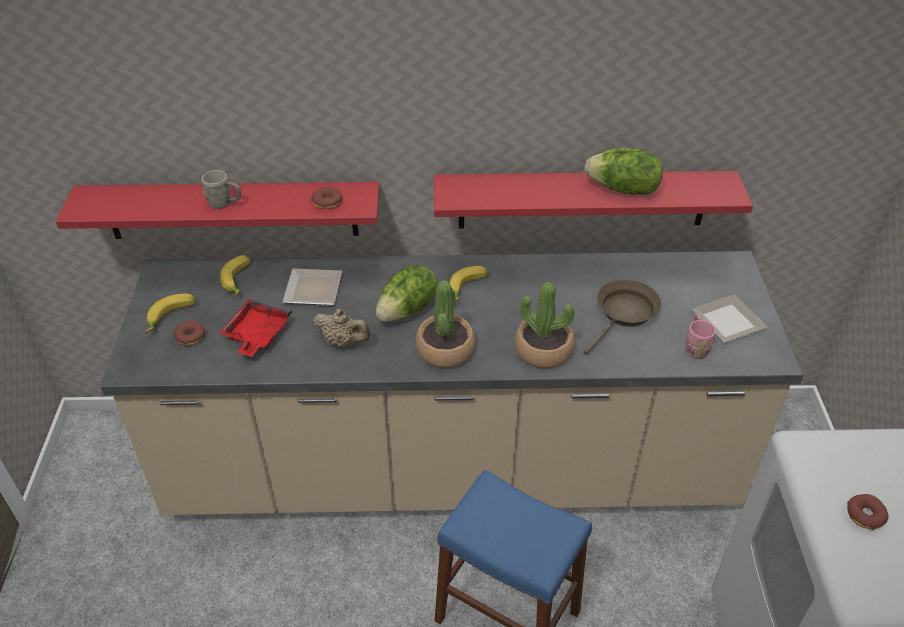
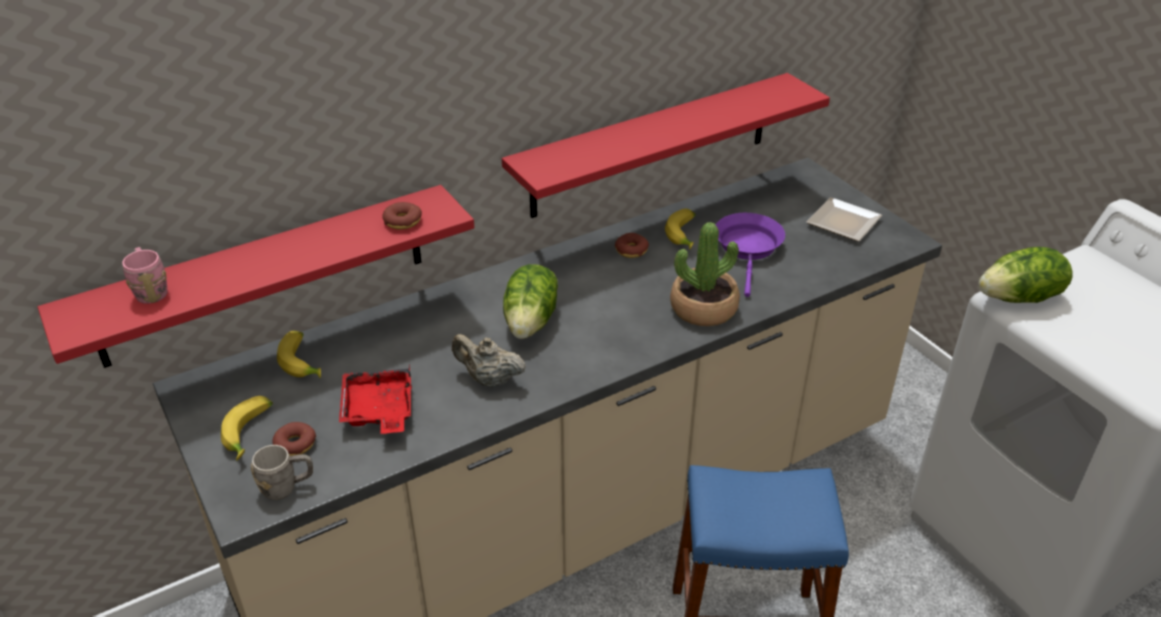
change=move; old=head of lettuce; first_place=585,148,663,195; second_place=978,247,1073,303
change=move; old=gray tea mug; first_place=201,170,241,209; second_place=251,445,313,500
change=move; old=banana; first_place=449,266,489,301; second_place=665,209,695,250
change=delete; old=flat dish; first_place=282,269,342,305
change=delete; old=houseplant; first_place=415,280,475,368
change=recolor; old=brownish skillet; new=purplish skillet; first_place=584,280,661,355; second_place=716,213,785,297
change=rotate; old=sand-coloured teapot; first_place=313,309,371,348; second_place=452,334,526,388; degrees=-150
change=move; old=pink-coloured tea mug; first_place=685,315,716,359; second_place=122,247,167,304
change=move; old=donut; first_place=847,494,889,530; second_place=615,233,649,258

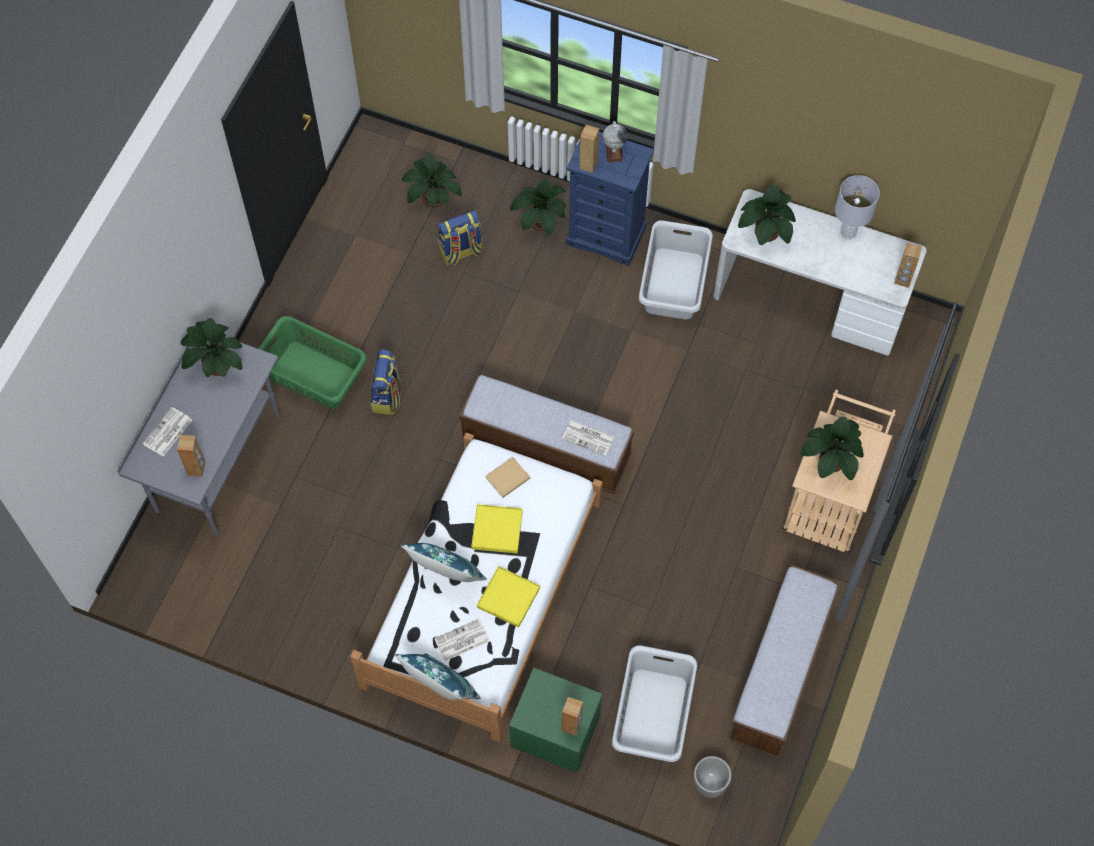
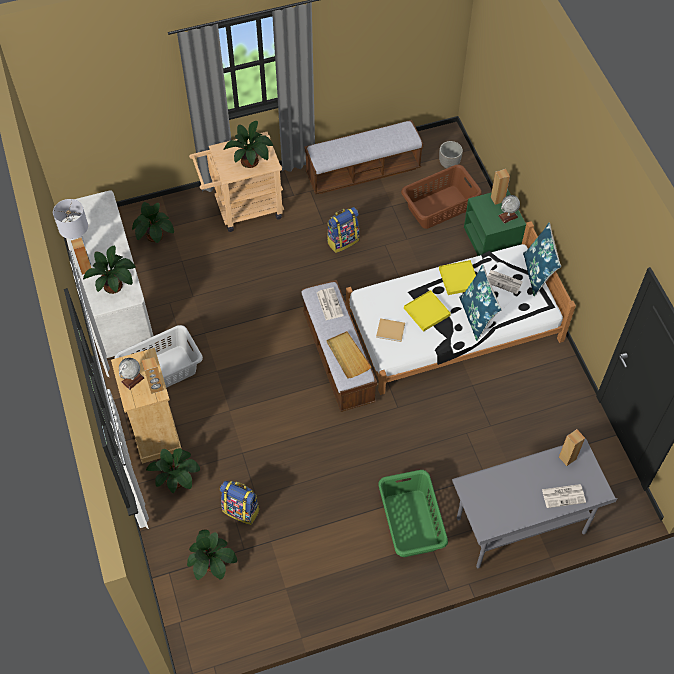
change=recolor; old=bluish drawer chest; new=sand-coloured drawer chest; first_place=566,131,654,266; second_place=111,348,182,464
change=move; old=brownish loudspeaker; first_place=894,242,922,288; second_place=71,237,91,275
change=move; old=houseplant; first_place=181,318,243,377; second_place=132,202,174,243
change=move; old=backpack; first_place=369,349,404,415; second_place=327,207,360,253
change=recolor; old=gray laundry basket; new=brownish laundry basket; first_place=612,645,697,762; second_place=401,165,482,229
change=insert; new=desk globe; second_place=498,195,520,224
change=insert; new=sand-coloured tray; second_place=326,331,371,379

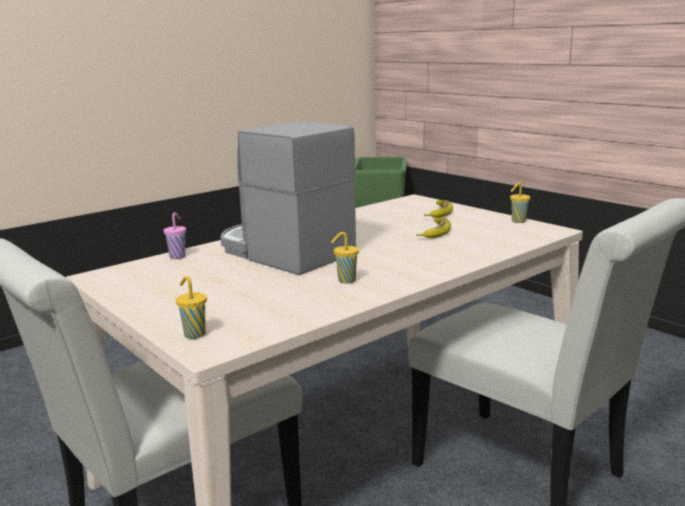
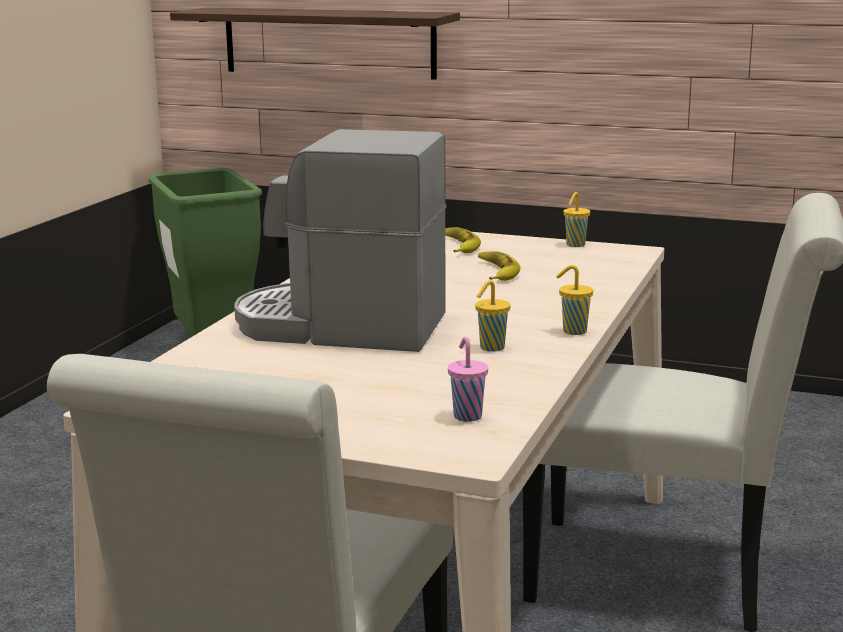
change=move; old=pink-coloured small cup; first_place=163,212,186,259; second_place=448,337,488,422
change=move; old=yellow small cup; first_place=176,276,207,339; second_place=556,265,593,335
change=insert; new=wall shelf; second_place=170,7,460,80

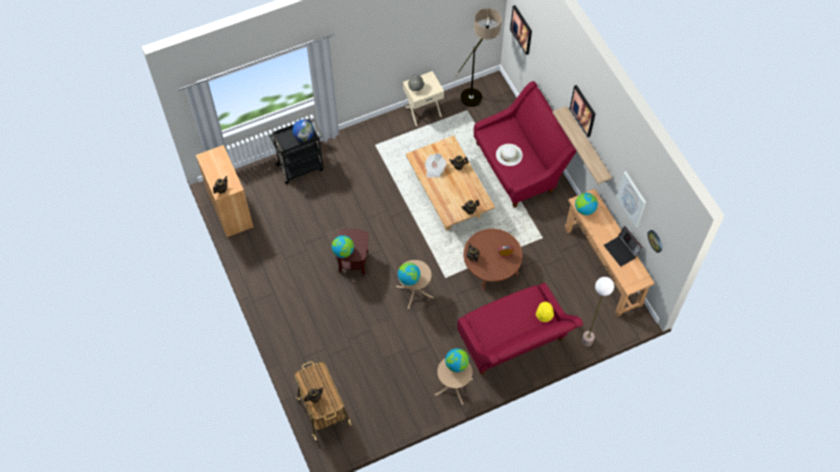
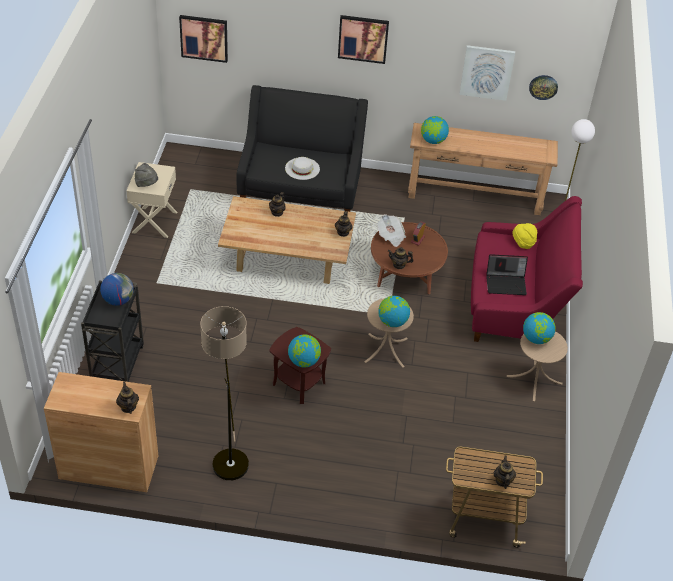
change=move; old=standard lamp; first_place=455,8,502,107; second_place=200,306,249,480
change=recolor; old=red-coloured couch; new=black couch; first_place=474,81,577,208; second_place=236,85,368,212
change=delete; old=wall shelf; first_place=552,106,612,184
change=move; old=printed paper; first_place=425,153,446,178; second_place=377,214,406,247
change=move; old=laptop; first_place=604,226,642,267; second_place=486,254,528,295

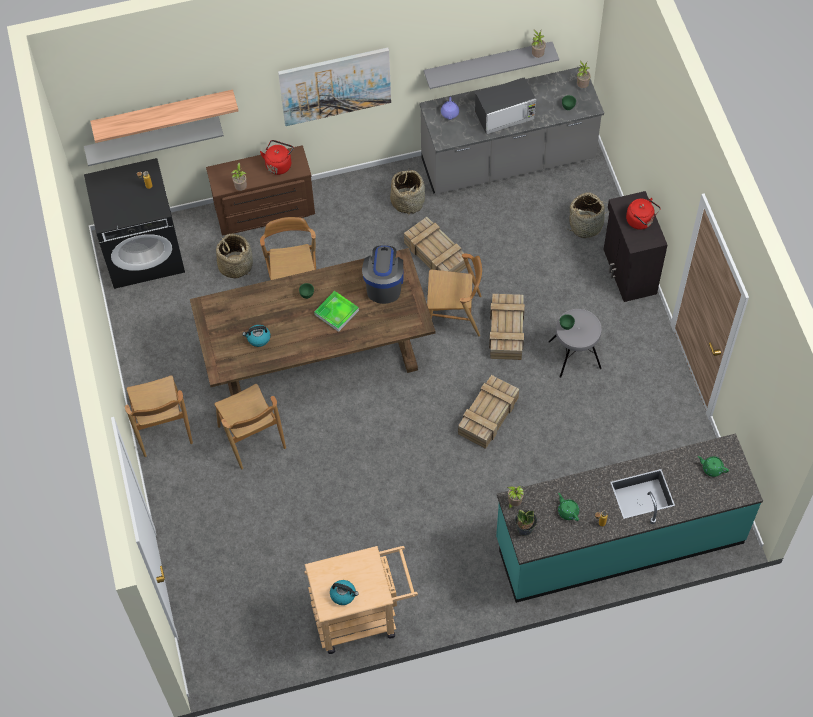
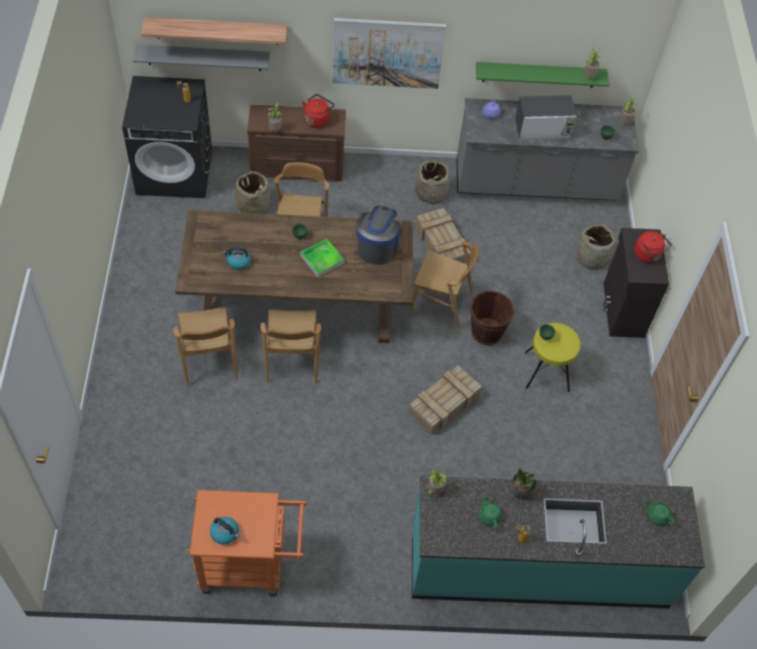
change=recolor; old=gray wall shelf; new=greenish wall shelf; first_place=424,42,559,89; second_place=476,62,609,88
change=replace; old=shipping crate; new=brownish bucket; first_place=489,294,525,360; second_place=471,291,515,345
change=recolor; old=gray sitting stool; new=yellow sitting stool; first_place=548,309,602,378; second_place=525,323,580,392
change=move; old=brownish plain chair; first_place=125,375,193,457; second_place=261,309,321,384
change=move; old=houseplant; first_place=515,510,537,536; second_place=512,468,536,500
change=recolor; old=sand-coloured wheeled cart; new=orange-coloured wheeled cart; first_place=305,546,418,654; second_place=188,490,307,597

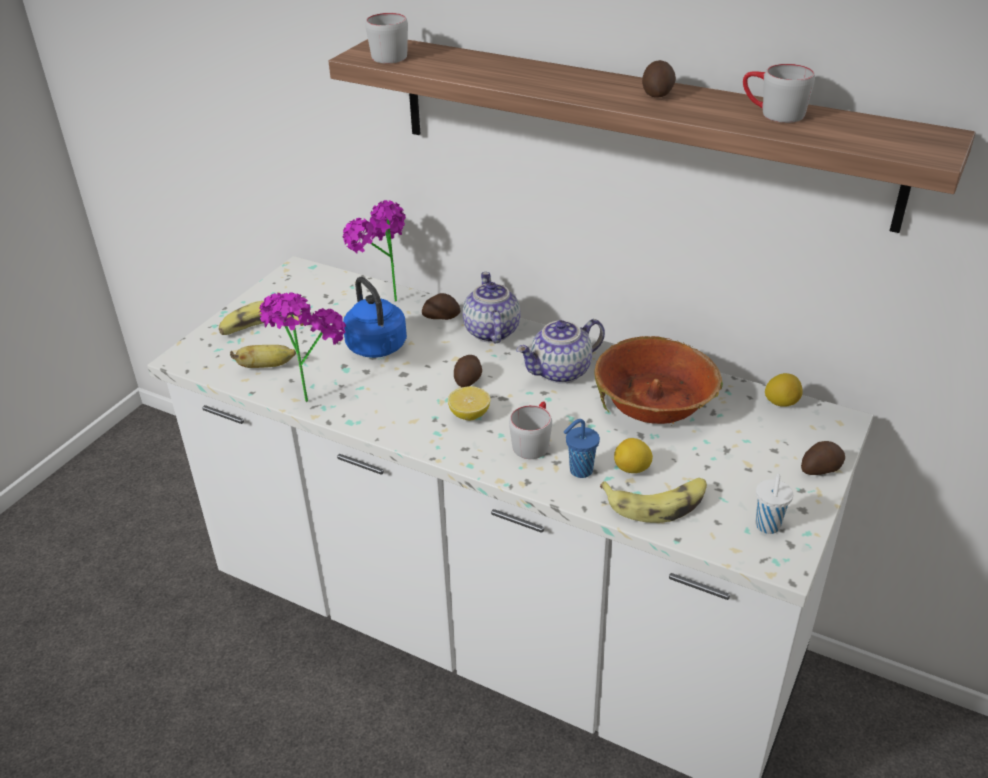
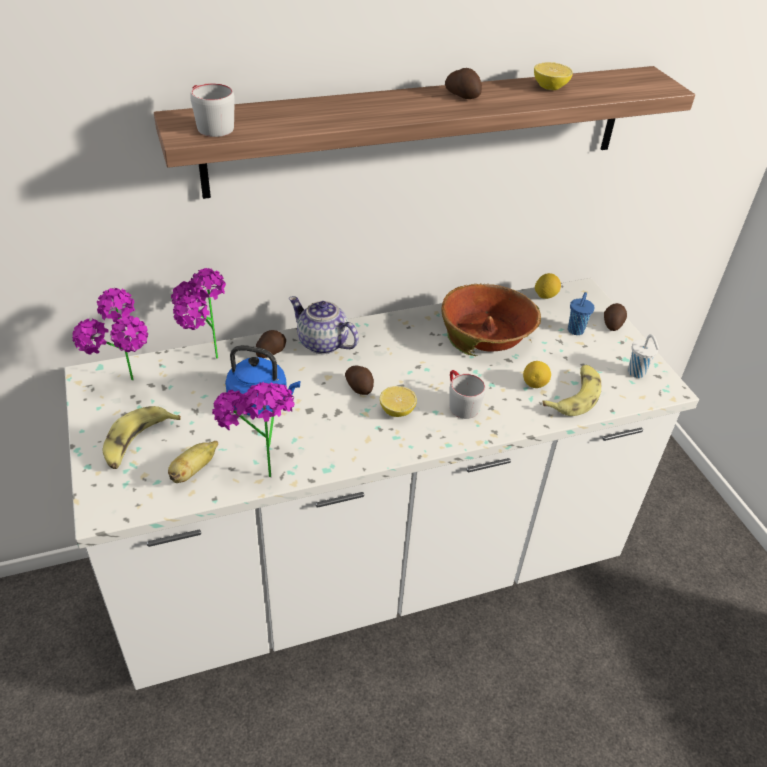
change=replace; old=gray tea mug; new=lemon; first_place=743,64,815,123; second_place=534,62,573,90
change=delete; old=teapot; first_place=516,319,605,384
change=move; old=bluish small cup; first_place=564,419,600,478; second_place=568,292,595,335
change=insert; new=houseplant; second_place=72,288,148,380

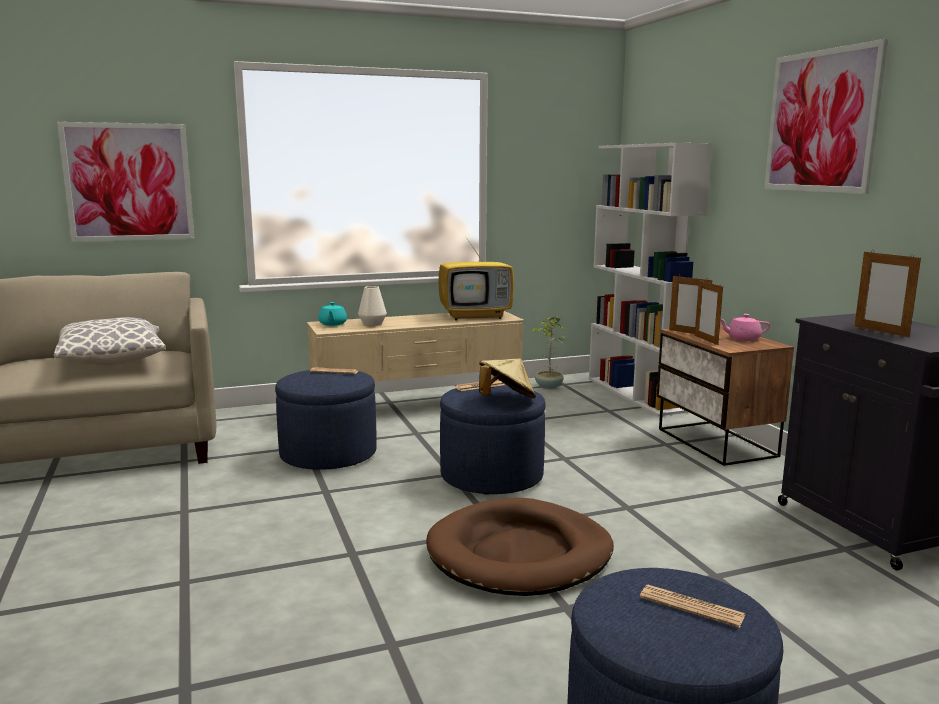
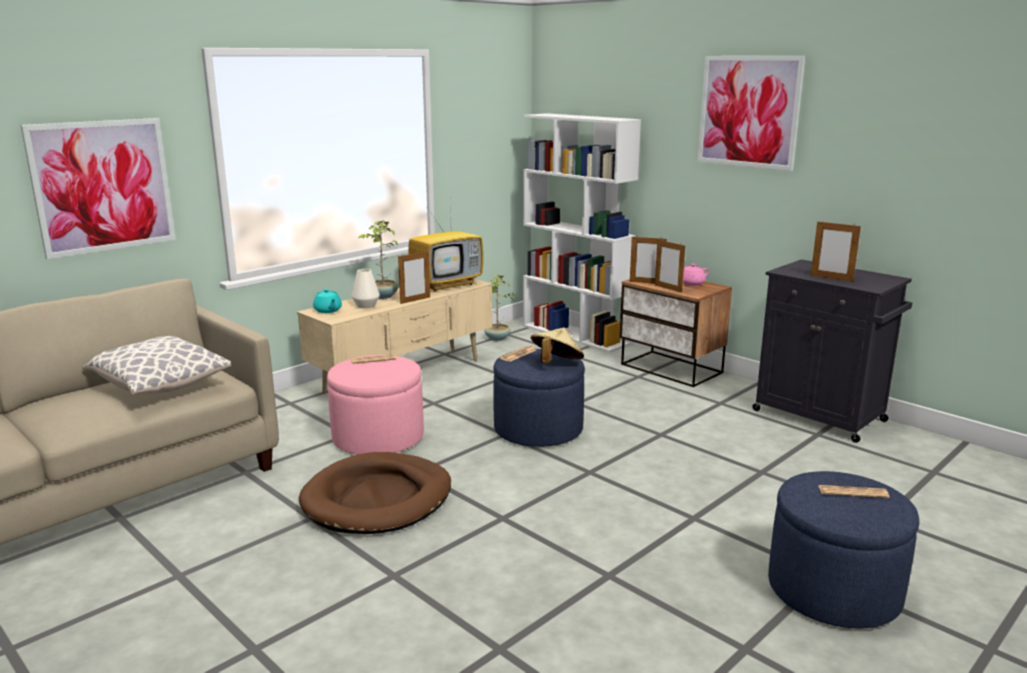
change=recolor; old=bluish footrest; new=pink-coloured footrest; first_place=275,368,377,470; second_place=327,355,424,455
change=move; old=brownish dog bed; first_place=426,498,614,596; second_place=299,452,451,534
change=insert; new=houseplant; second_place=358,220,398,299
change=insert; new=photo frame; second_place=398,250,430,304

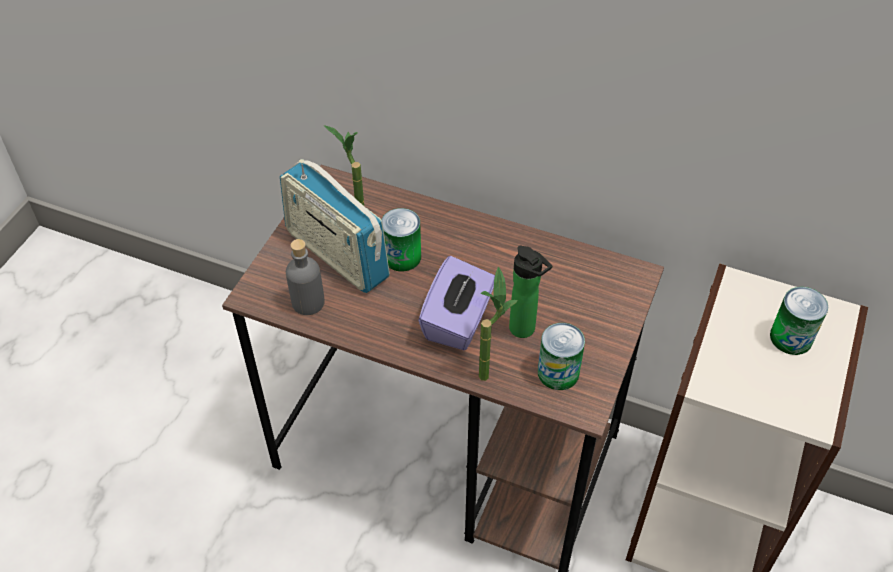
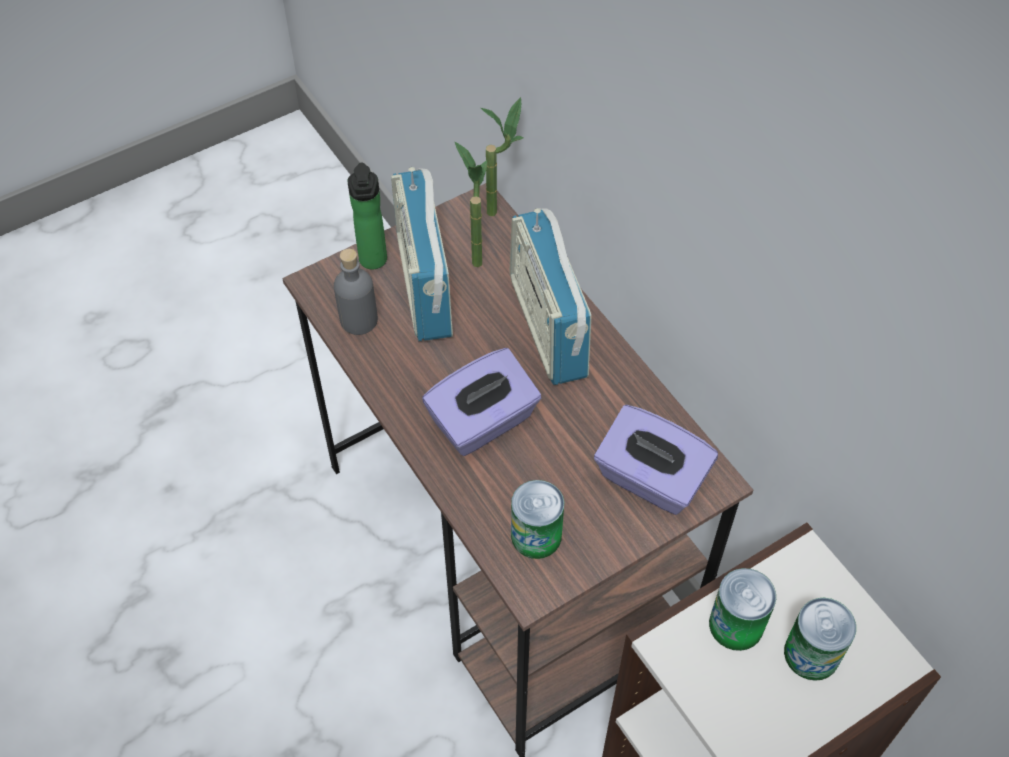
change=move; old=metal can; first_place=382,208,421,271; second_place=709,568,776,651
change=move; old=bottle; first_place=509,246,552,338; second_place=347,162,387,269
change=move; old=houseplant; first_place=479,266,518,381; second_place=481,97,523,216
change=insert; new=radio set; second_place=509,208,591,385
change=insert; new=purplish tissue holder; second_place=594,405,718,515

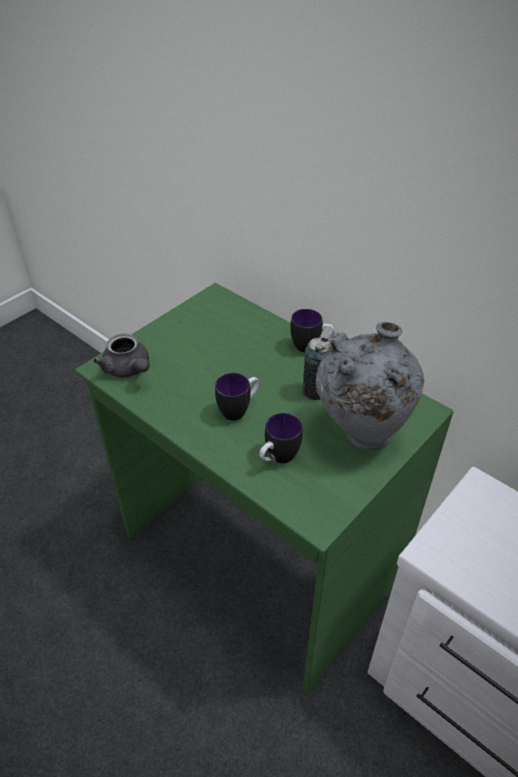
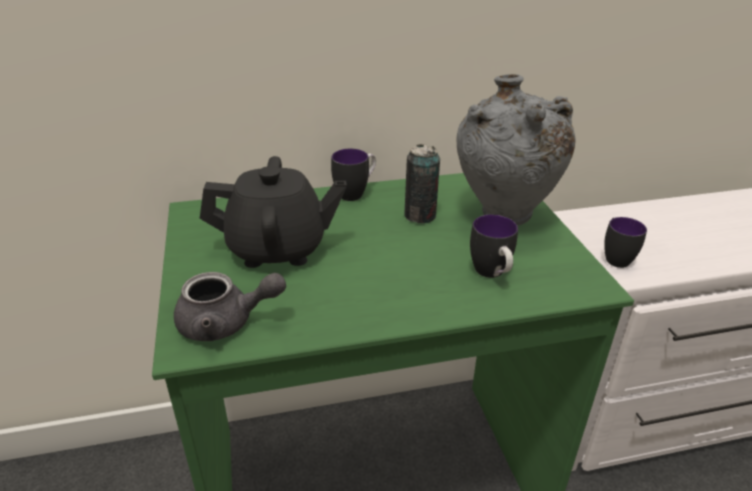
change=move; old=tea mug; first_place=215,373,260,421; second_place=604,217,647,268
change=insert; new=black teapot; second_place=200,156,347,268

